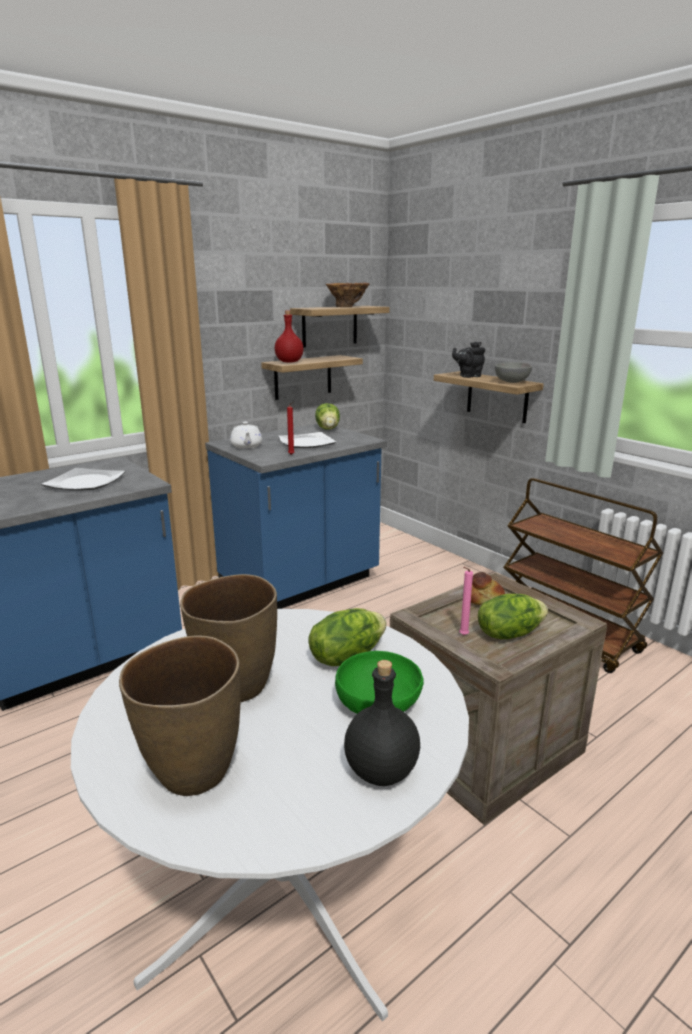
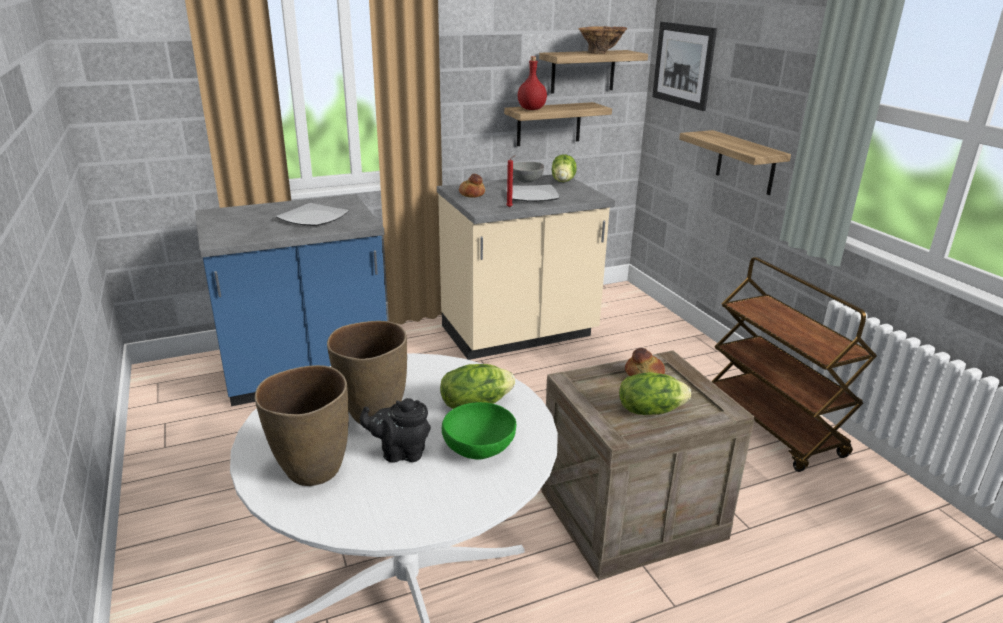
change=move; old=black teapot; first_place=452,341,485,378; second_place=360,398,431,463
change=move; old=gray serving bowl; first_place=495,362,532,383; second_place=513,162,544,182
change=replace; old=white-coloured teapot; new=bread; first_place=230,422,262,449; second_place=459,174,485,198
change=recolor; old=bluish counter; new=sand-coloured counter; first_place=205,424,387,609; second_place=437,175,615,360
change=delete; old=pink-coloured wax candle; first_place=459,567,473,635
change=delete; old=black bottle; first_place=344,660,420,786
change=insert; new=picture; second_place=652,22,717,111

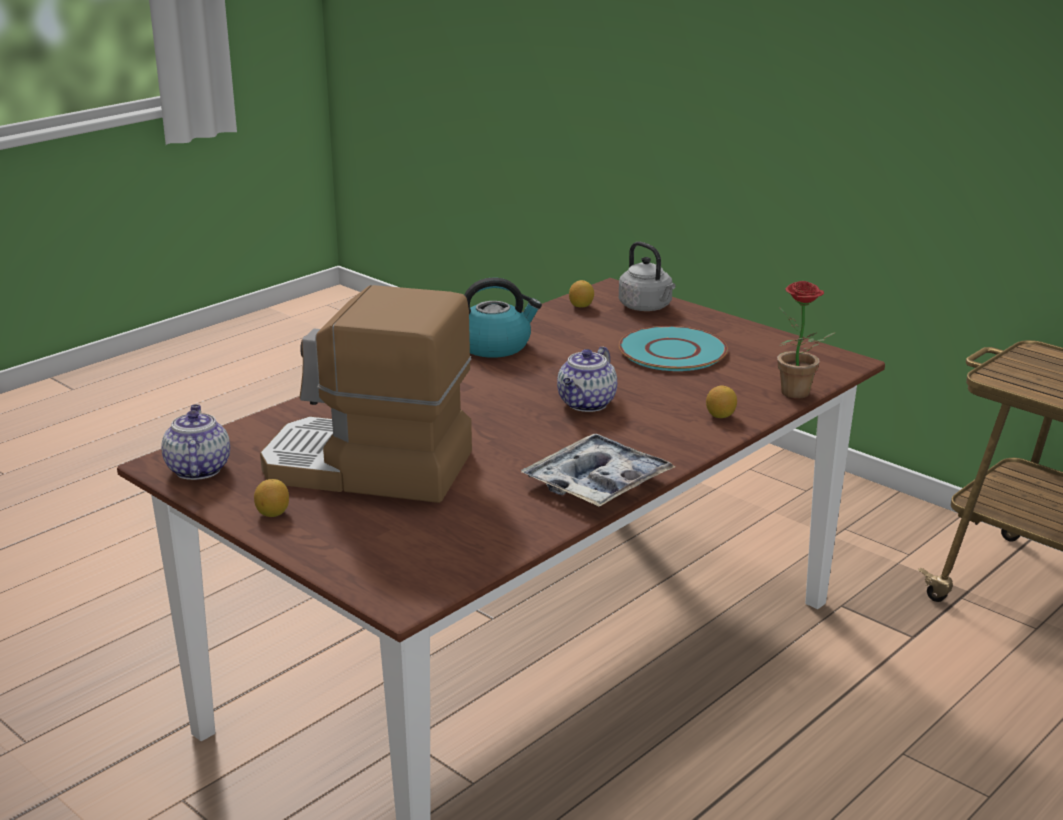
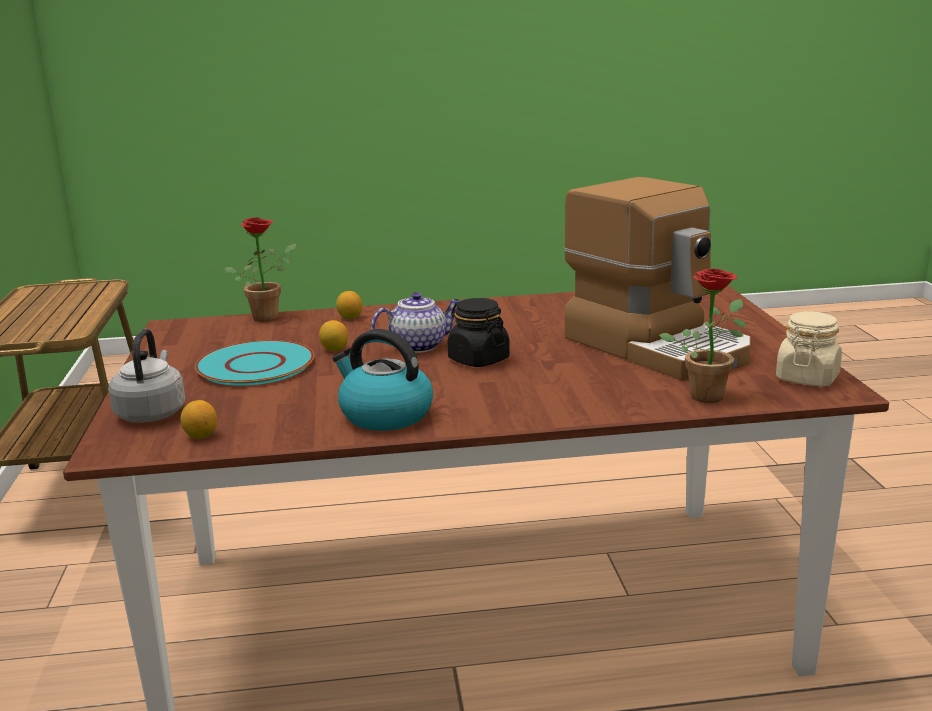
change=replace; old=teapot; new=sand-coloured jar; first_place=161,405,230,480; second_place=776,312,842,387
change=delete; old=tray; first_place=521,434,675,507
change=move; old=lemon; first_place=254,479,289,517; second_place=319,320,348,351
change=insert; new=houseplant; second_place=659,269,747,403
change=insert; new=black jar; second_place=448,298,510,367

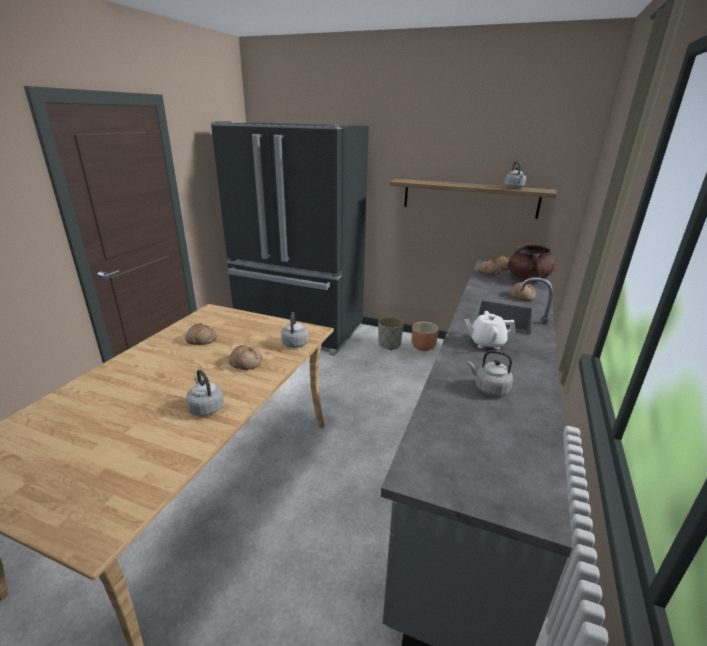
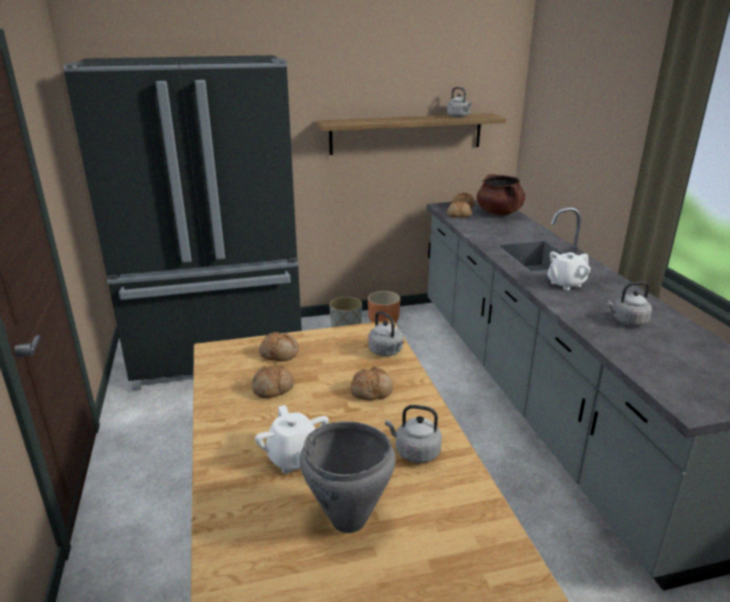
change=move; old=bread; first_place=509,282,536,301; second_place=259,332,299,362
change=insert; new=white-coloured teapot; second_place=255,405,329,474
change=insert; new=gray cooking pot; second_place=300,421,396,533

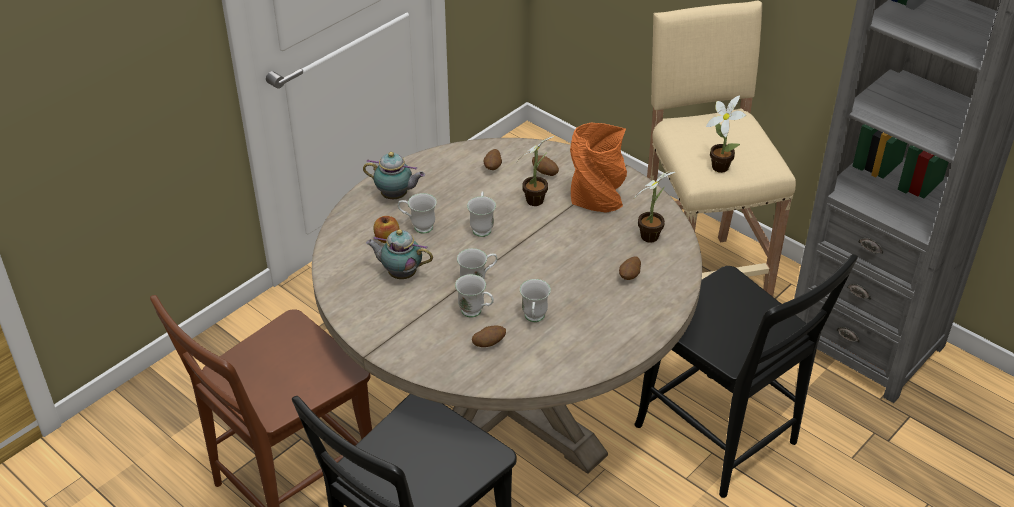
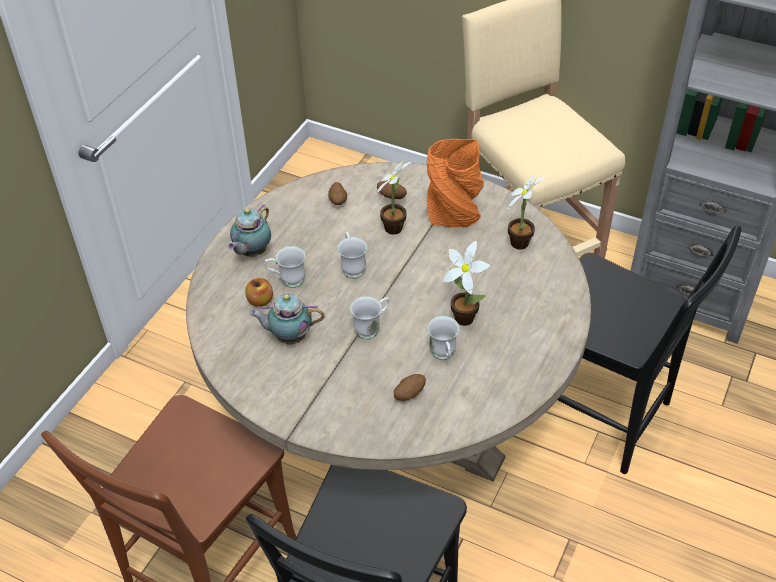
change=move; old=houseplant; first_place=706,95,746,173; second_place=443,241,490,326
change=rotate; old=teapot; first_place=363,152,425,199; second_place=228,204,271,257; degrees=120
change=delete; old=potato; first_place=619,256,641,280
change=delete; old=white-coloured tea mug; first_place=455,274,494,317

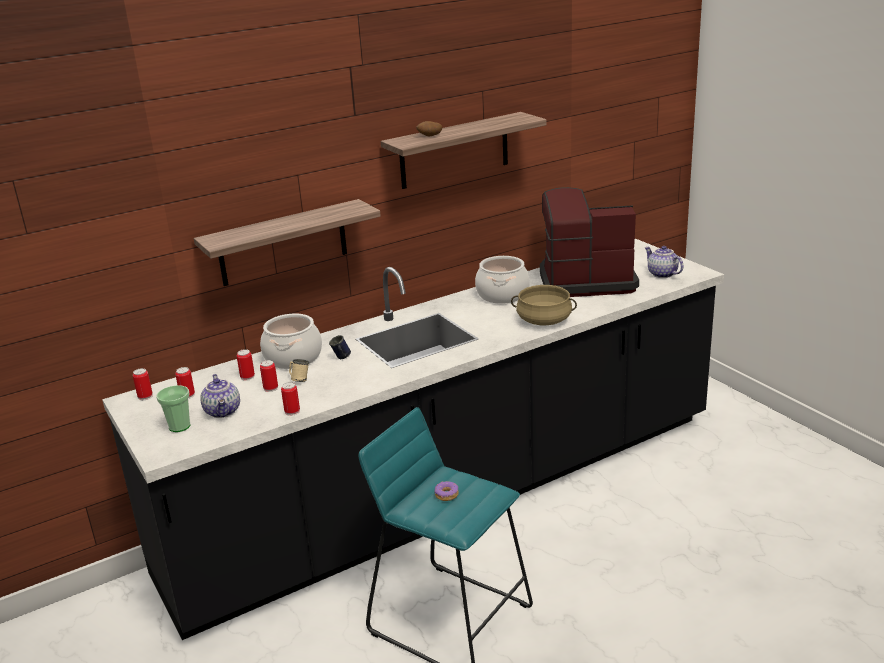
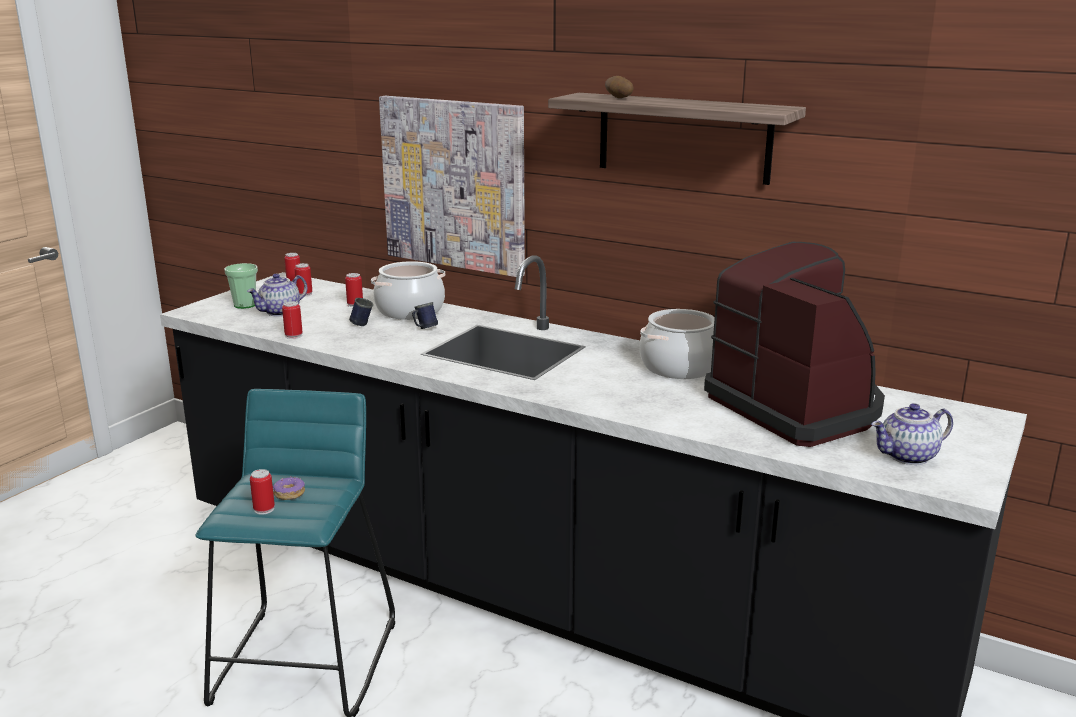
change=replace; old=wall shelf; new=picture; first_place=194,199,381,286; second_place=379,96,525,277
change=rotate; old=teapot; first_place=644,246,684,278; second_place=871,403,953,465; degrees=-135
change=delete; old=sand-coloured cooking pot; first_place=511,285,577,325
change=recolor; old=sand-coloured tea mug; new=bluish tea mug; first_place=289,359,309,382; second_place=349,298,373,326
change=move; old=metal can; first_place=260,360,278,392; second_place=250,469,275,514

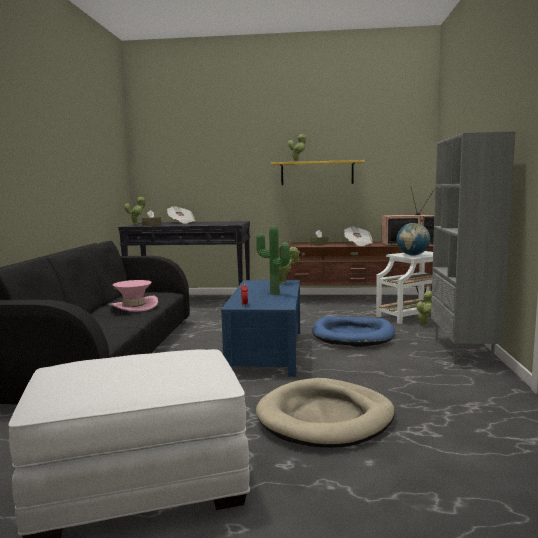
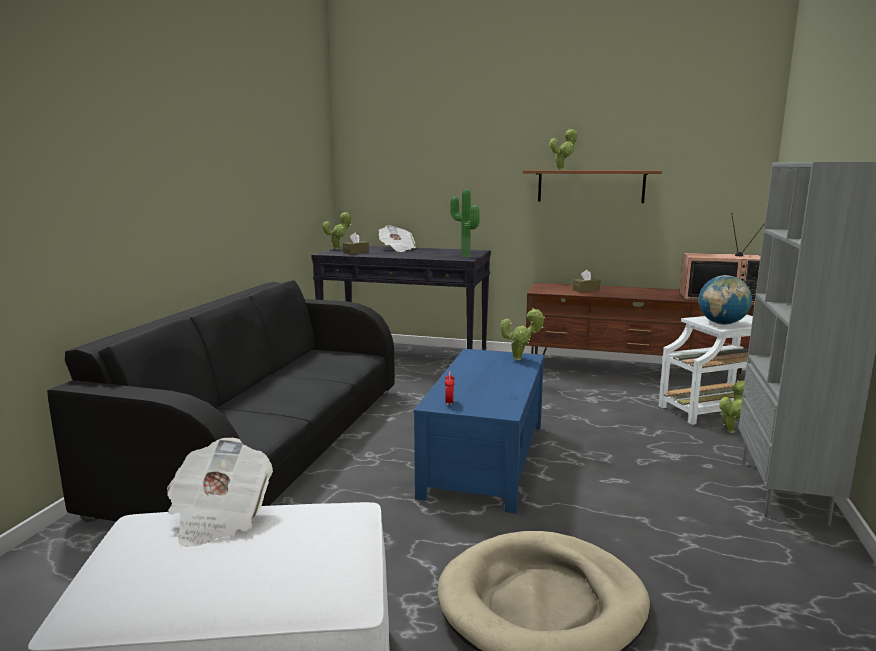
change=recolor; old=yellow wall shelf; new=brownish wall shelf; first_place=271,160,364,185; second_place=523,170,662,203
change=move; old=houseplant; first_place=256,226,290,295; second_place=450,189,480,258
change=move; old=printed paper; first_place=344,226,373,246; second_place=166,438,273,547
change=delete; old=pink-coloured hat; first_place=108,280,158,311
change=delete; old=bluish dog bed; first_place=312,316,395,347

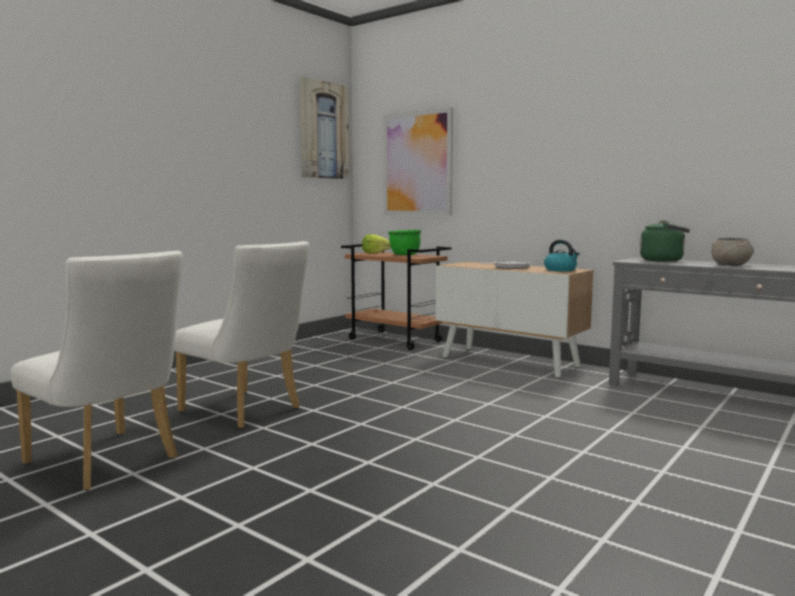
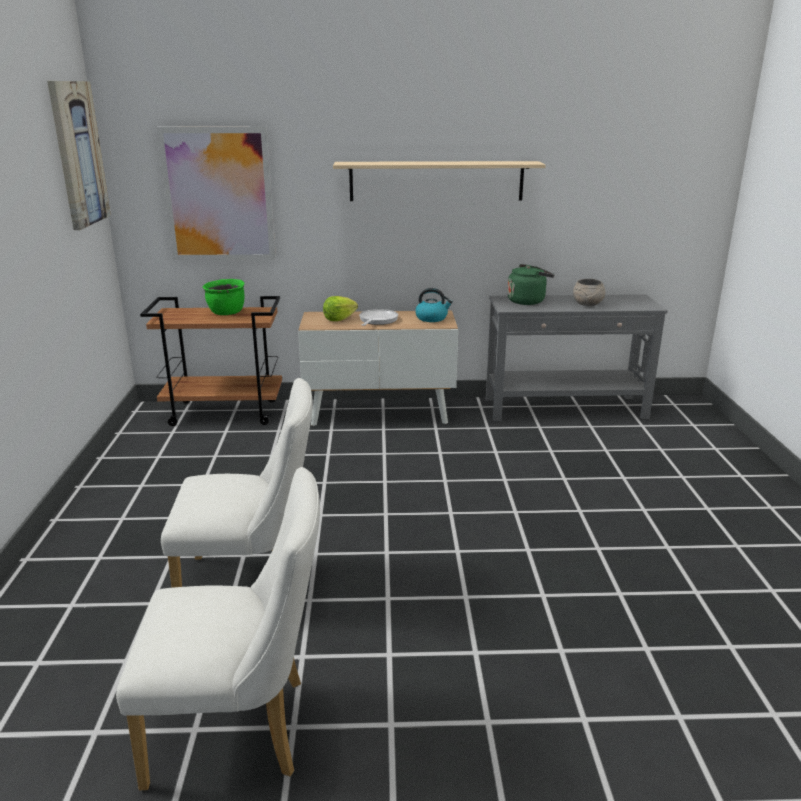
change=move; old=head of lettuce; first_place=362,234,391,254; second_place=323,296,358,321
change=insert; new=wall shelf; second_place=333,161,546,201

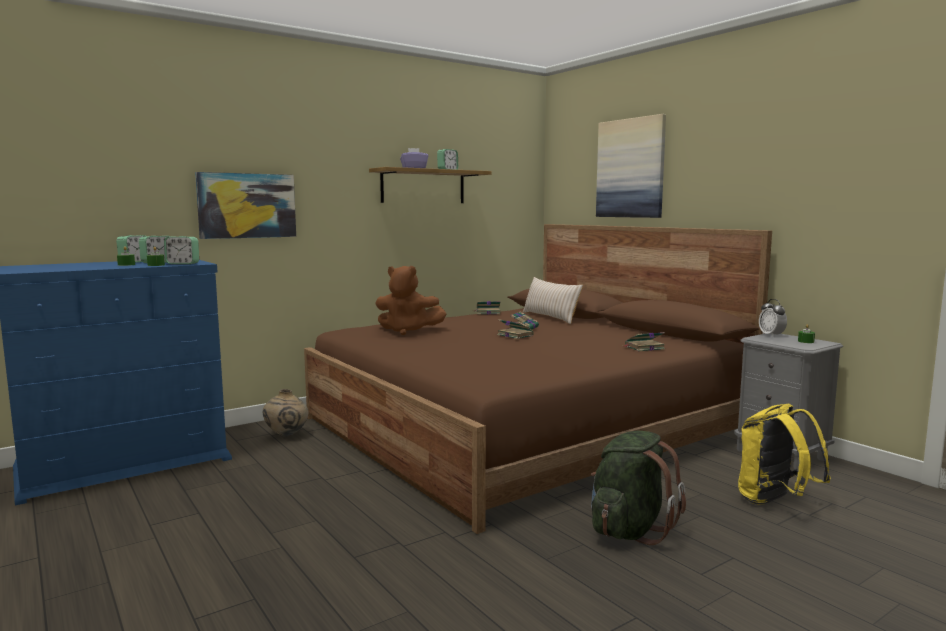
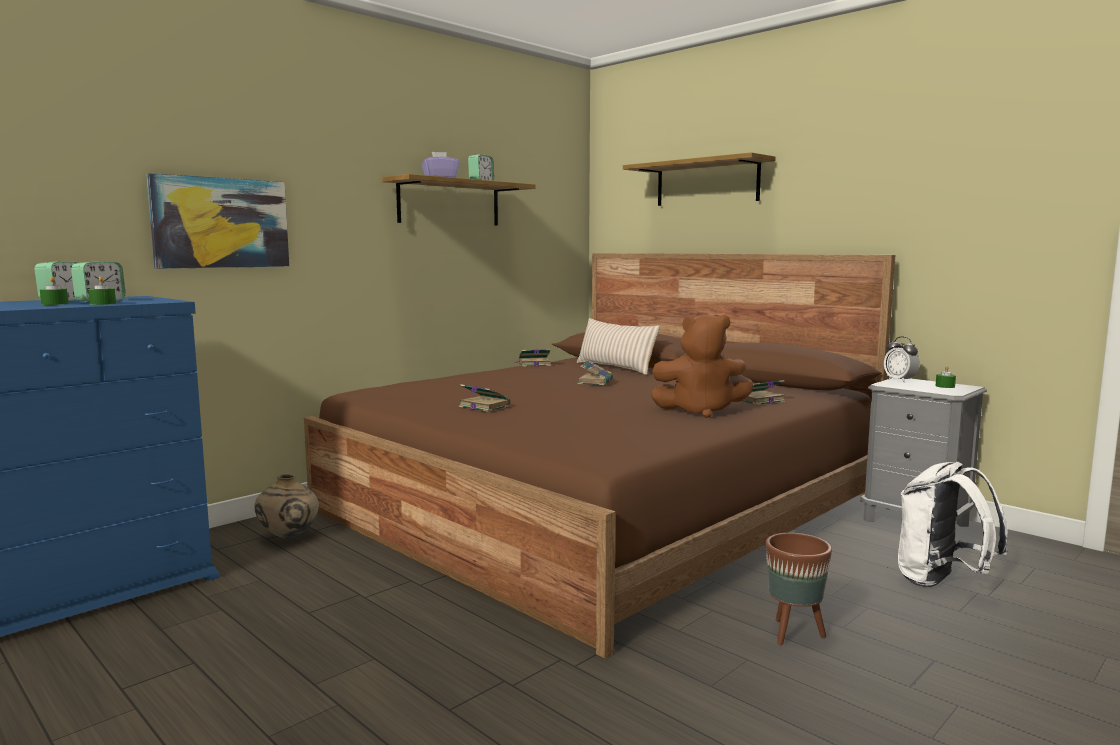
change=replace; old=picture; new=wall shelf; first_place=596,114,666,218; second_place=623,152,776,206
change=delete; old=table clock; first_place=164,236,199,264
change=move; old=brownish soft toy; first_place=375,266,446,335; second_place=651,315,753,418
change=move; old=bound book; first_place=497,319,534,339; second_place=459,384,510,412
change=recolor; old=yellow backpack; new=white-coloured backpack; first_place=738,404,831,505; second_place=898,462,1008,588
change=replace; old=greenish backpack; new=brownish planter; first_place=591,431,686,545; second_place=766,533,832,645

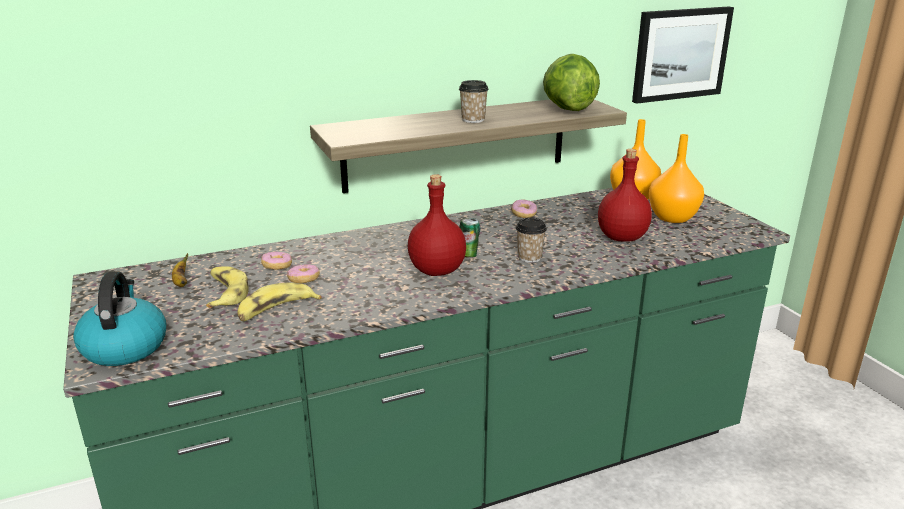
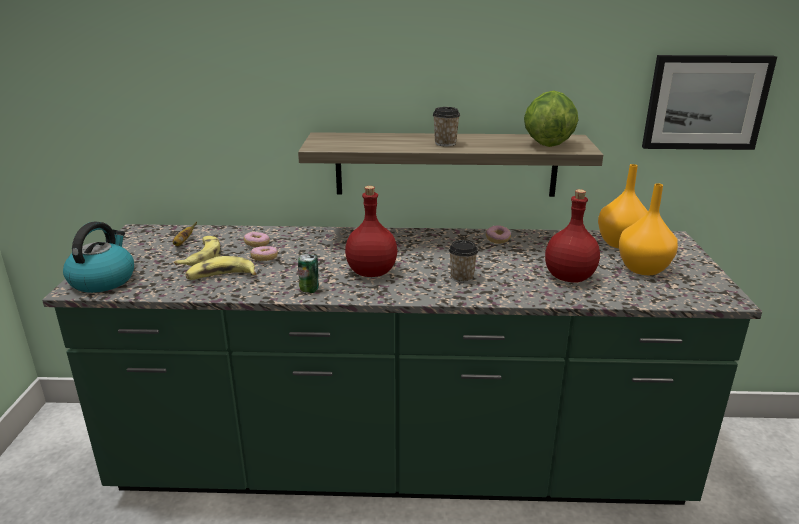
change=move; old=metal can; first_place=459,218,480,257; second_place=298,253,319,293

